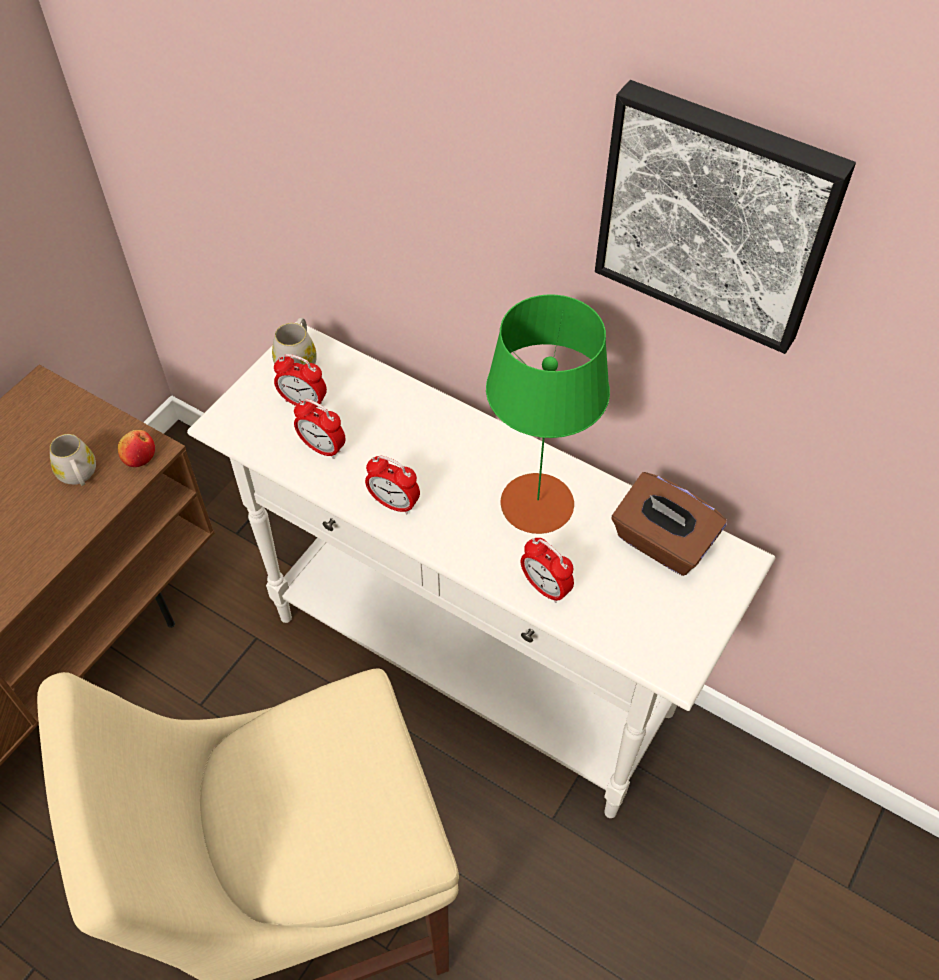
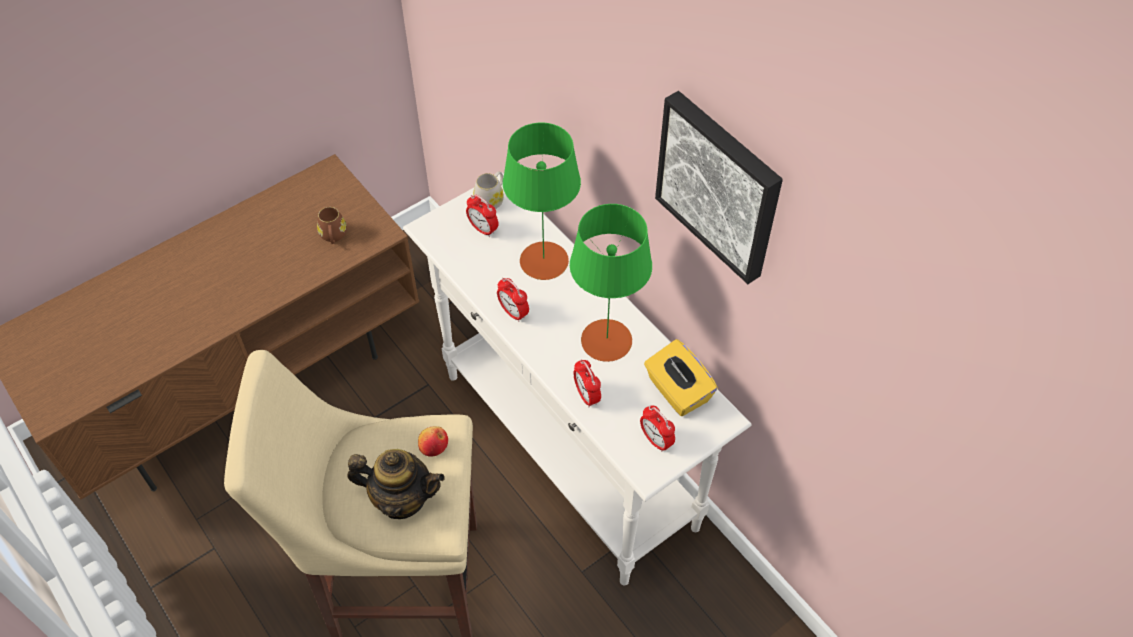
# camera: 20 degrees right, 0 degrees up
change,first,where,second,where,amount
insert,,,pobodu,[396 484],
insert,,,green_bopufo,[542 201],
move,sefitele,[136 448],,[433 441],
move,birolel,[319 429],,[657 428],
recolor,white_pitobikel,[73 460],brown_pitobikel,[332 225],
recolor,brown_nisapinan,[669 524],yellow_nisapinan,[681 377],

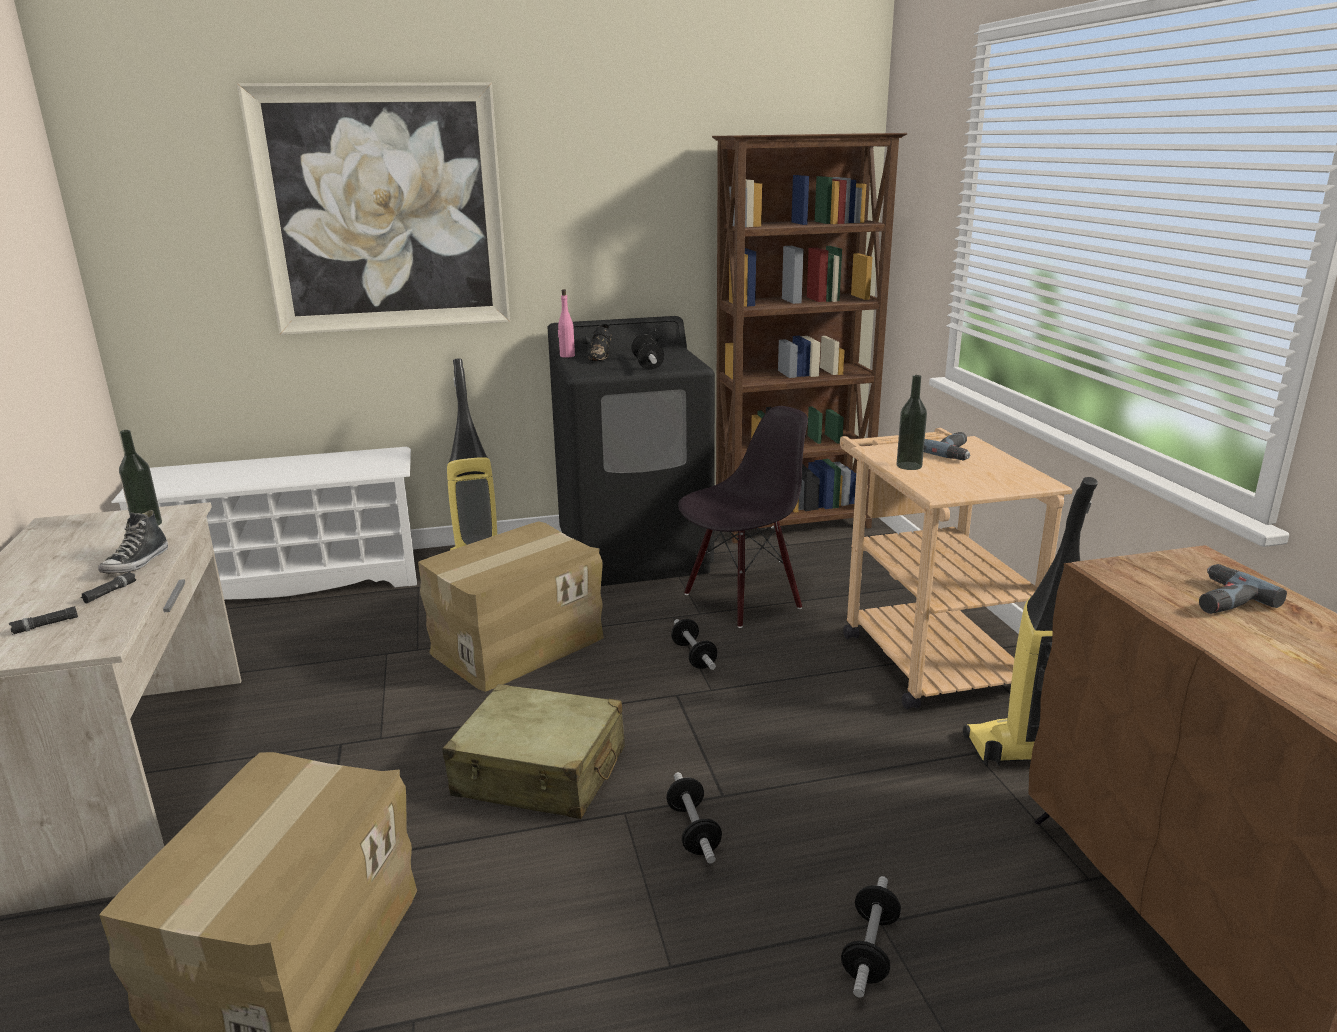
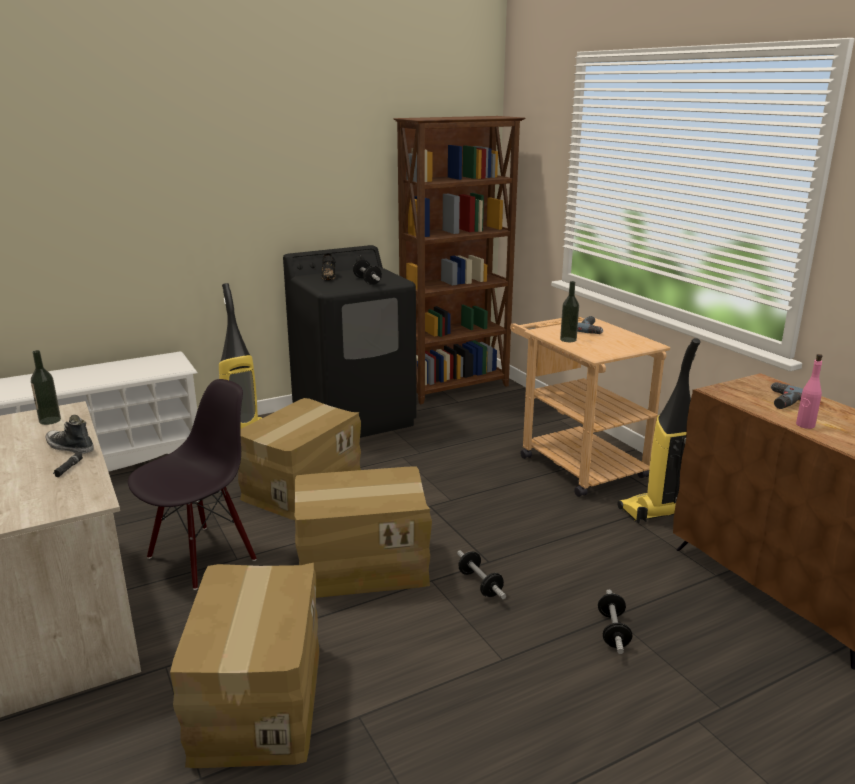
# camera: 15 degrees left, 0 degrees up
change,first,where,second,where,amount
delete,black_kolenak,[43 620],,,
delete,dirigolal,[373 208],,,
delete,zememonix,[694 644],,,
move,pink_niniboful,[566 323],,[809 391],
move,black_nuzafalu,[743 517],,[192 484],
replace,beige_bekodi,[534 751],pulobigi,[363 532],
rotate,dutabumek,[133 542],,[70 434],120 degrees clockwise

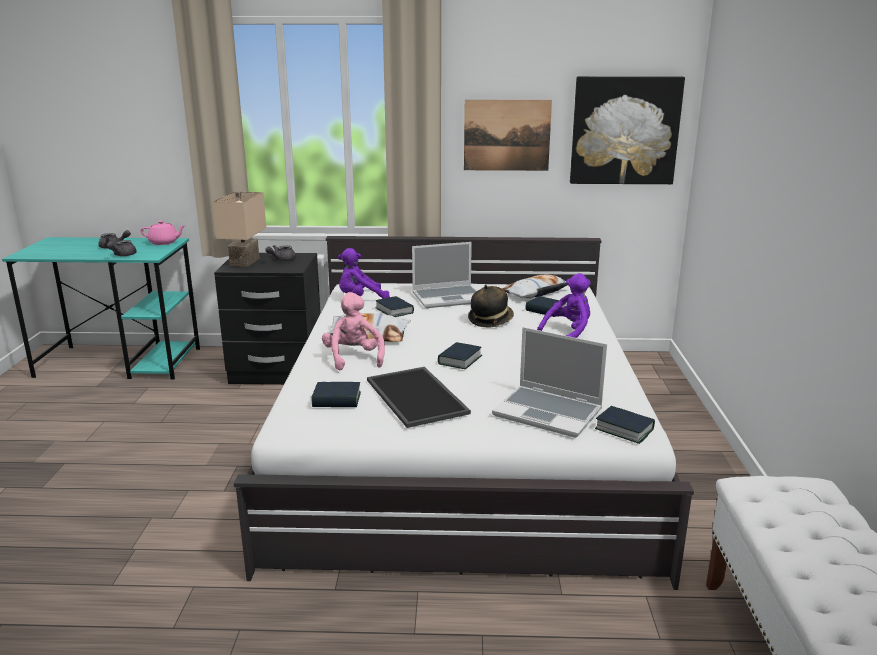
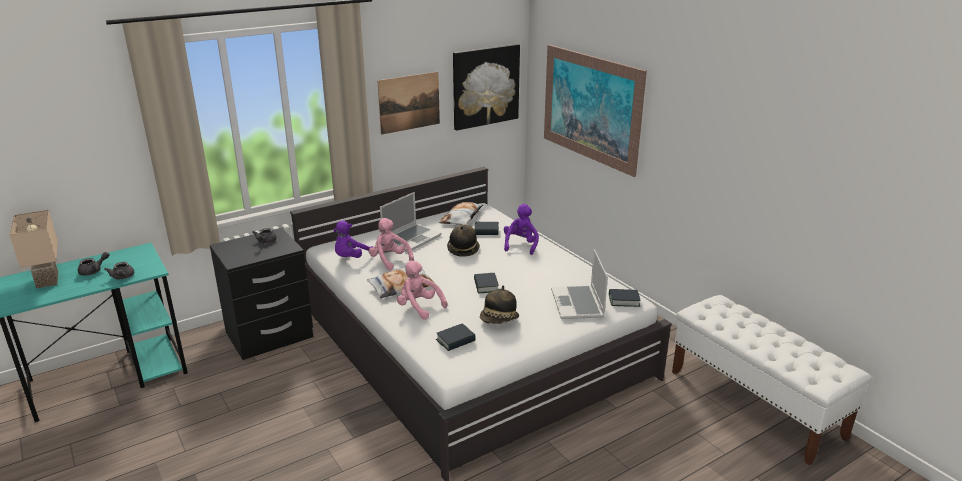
# camera: 35 degrees left, 5 degrees up
change,first,where,second,where,amount
delete,pink_pobodu,[162 233],,,
insert,,,dirigolal,[595 111],
move,beige_bopufo,[239 229],,[34 249],
replace,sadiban,[419 397],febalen,[499 304],
replace,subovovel,[395 306],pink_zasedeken,[391 244],
rotate,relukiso,[549 382],,[579 284],90 degrees clockwise

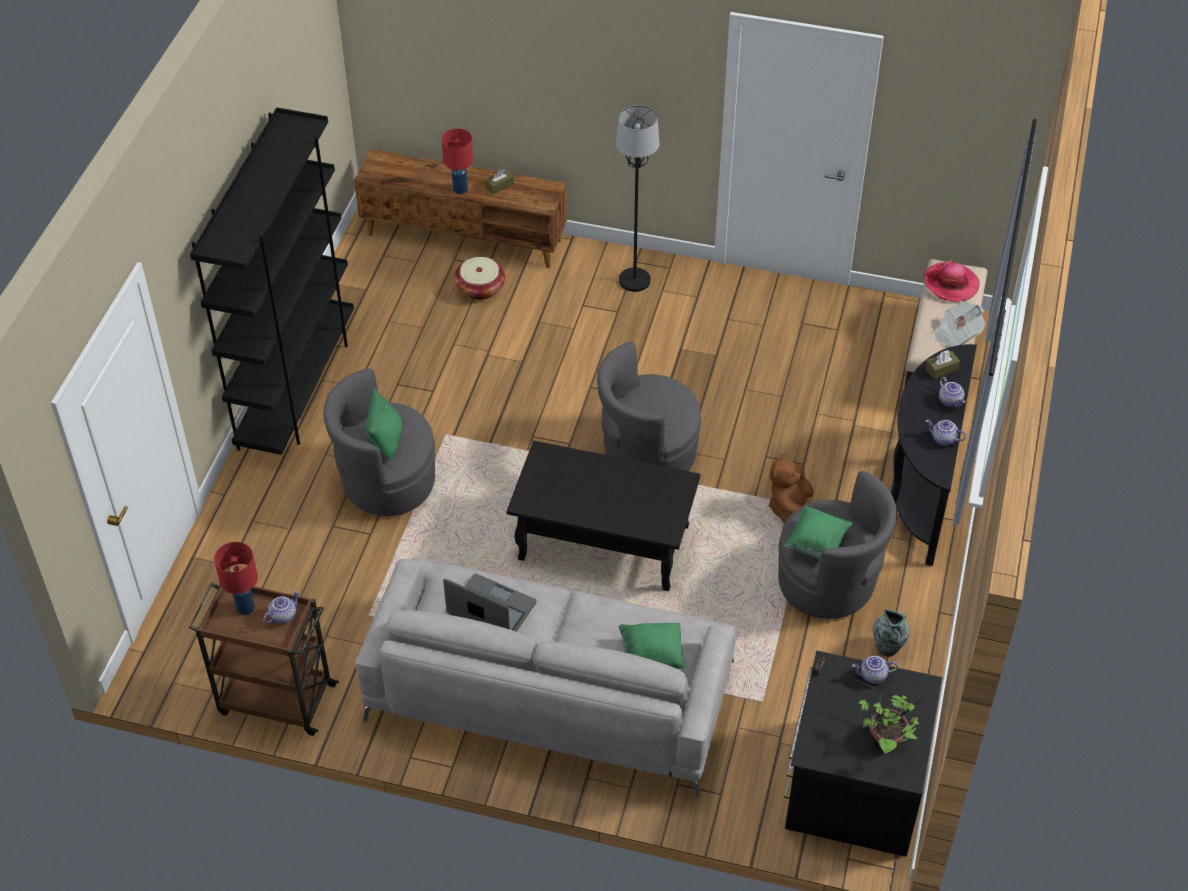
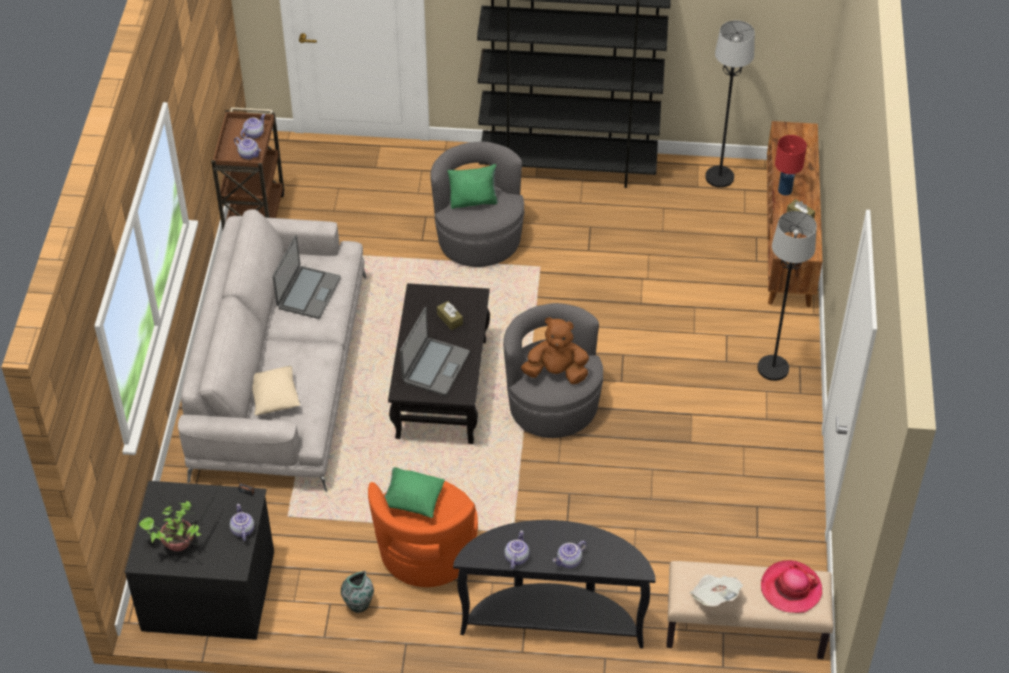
# camera: 80 degrees right, 0 degrees up
change,first,where,second,where,amount
delete,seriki,[479 278],,,
insert,,,relukiso,[435 351],
insert,,,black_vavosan,[730 104],
move,brown_zasedeken,[791 488],,[555 350],
move,brown_nisapinan,[942 364],,[450 315],
replace,red_bopufo,[236 578],pobodu,[252 126],
recolor,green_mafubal,[652 645],beige_mafubal,[276 390],
recolor,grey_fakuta,[837 545],orange_fakuta,[423 534],

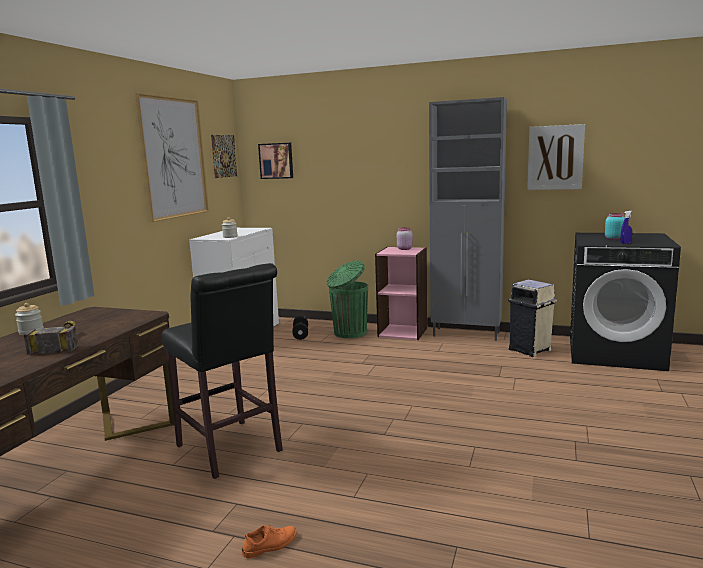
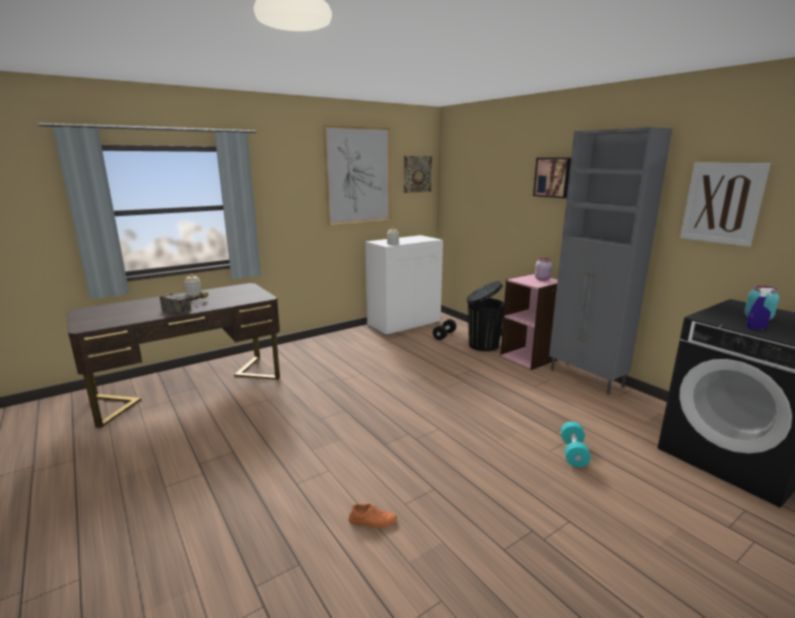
# camera: 35 degrees right, 5 degrees up
change,first,where,second,where,amount
delete,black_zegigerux,[222 371],,,
delete,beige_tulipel,[532 318],,,
insert,,,turquoise_zememonix,[576 444],
move,orange_dutabumek,[269 541],,[373 516],
move,dirigolal,[275 161],,[552 178],
recolor,green_tulipel,[347 299],black_tulipel,[485 316],

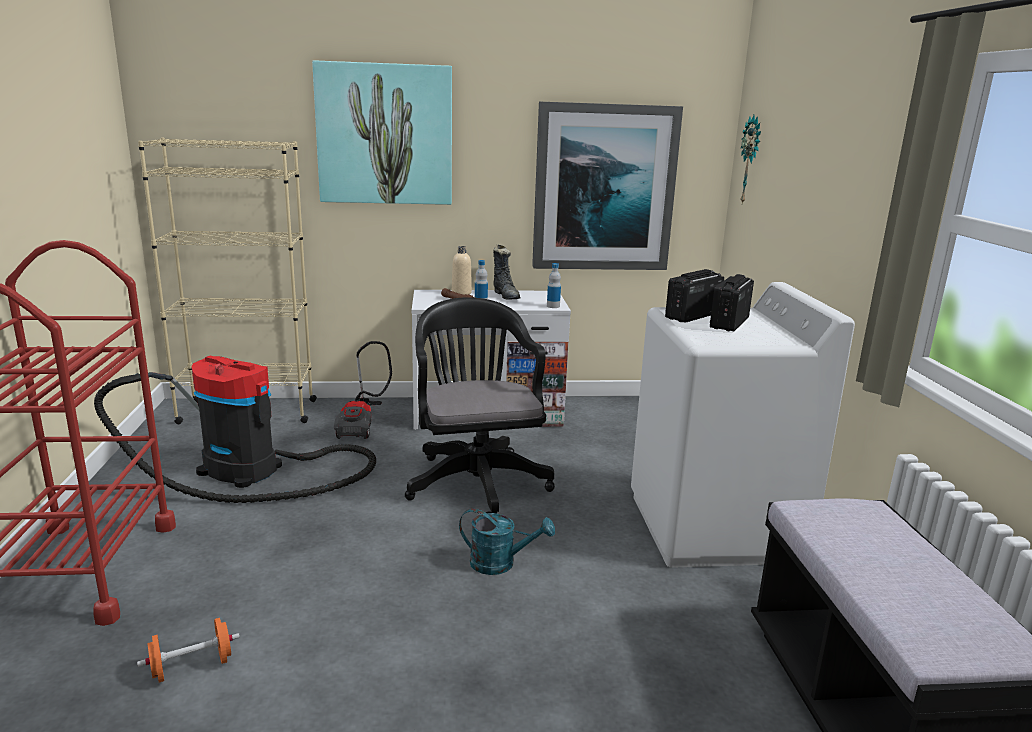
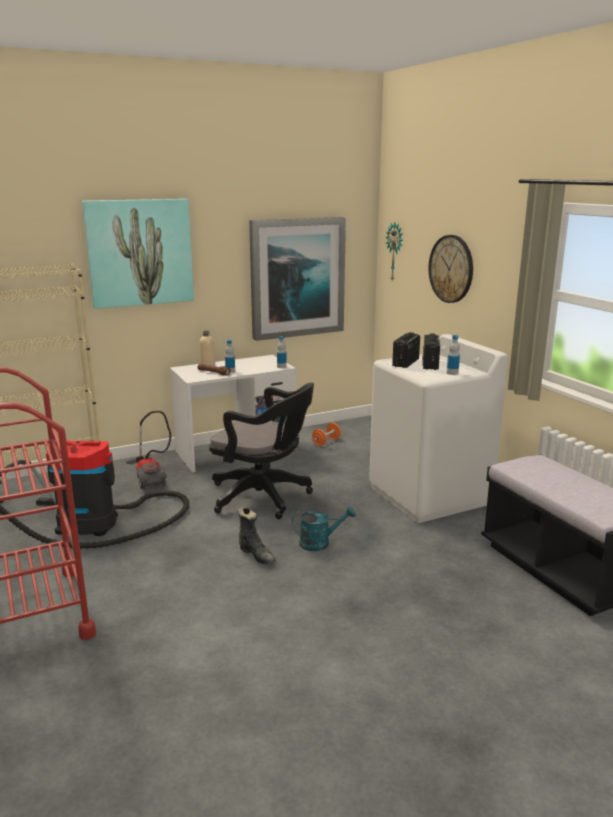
# camera: 20 degrees left, 0 degrees up
change,first,where,second,where,amount
insert,,,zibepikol,[450 269],
insert,,,niniboful,[453 355],
move,orange_zememonix,[188 650],,[326 434],
move,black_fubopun,[507 271],,[256 535],
rotate,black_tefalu,[480 405],,[261 451],150 degrees clockwise

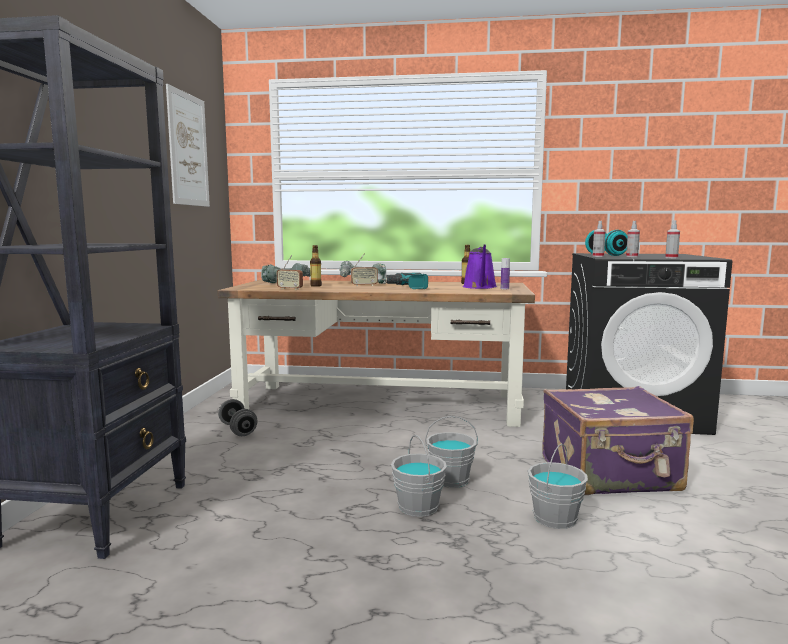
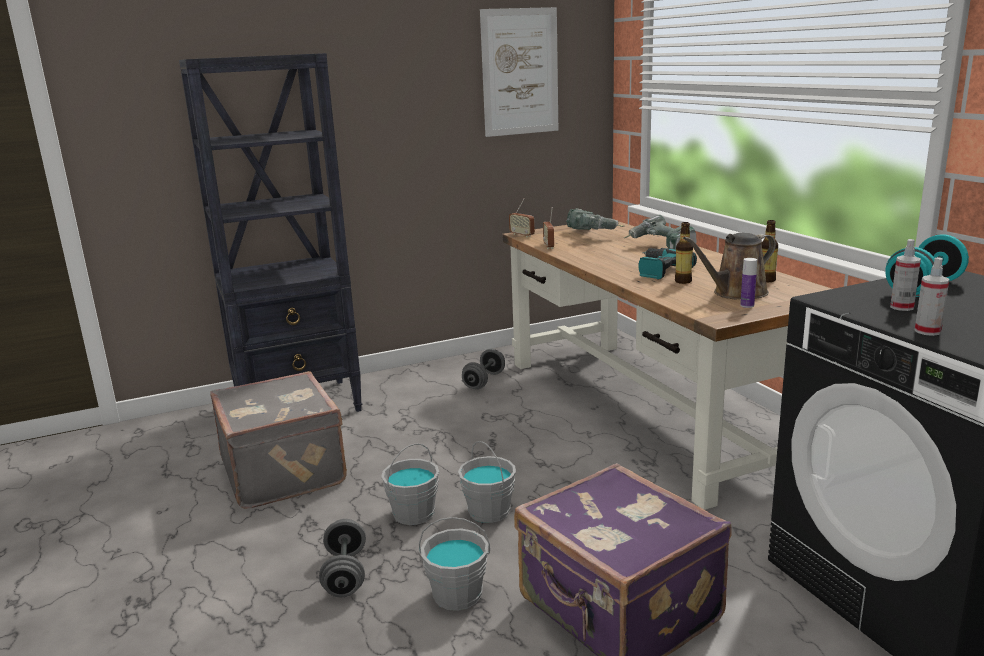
# camera: 60 degrees right, 10 degrees up
change,first,where,second,where,amount
delete,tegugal,[599 239],,,
insert,,,grey_bekodi,[278 440],
insert,,,grey_zememonix,[342 558],
move,niniboful,[316 266],,[684 253],
move,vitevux,[364 270],,[522 218],
recolor,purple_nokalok,[480 266],brown_nokalok,[729 266],

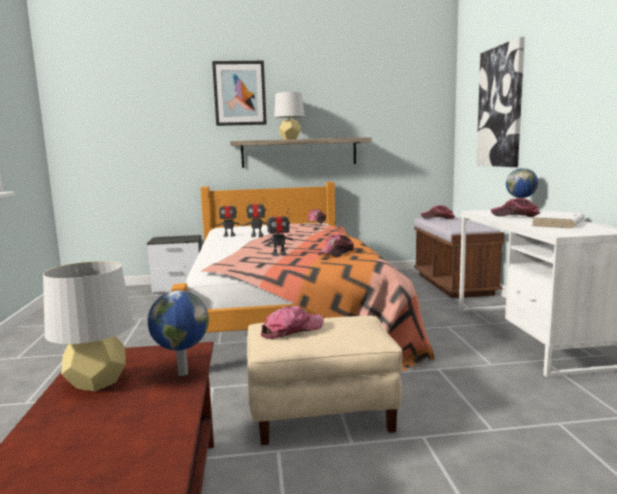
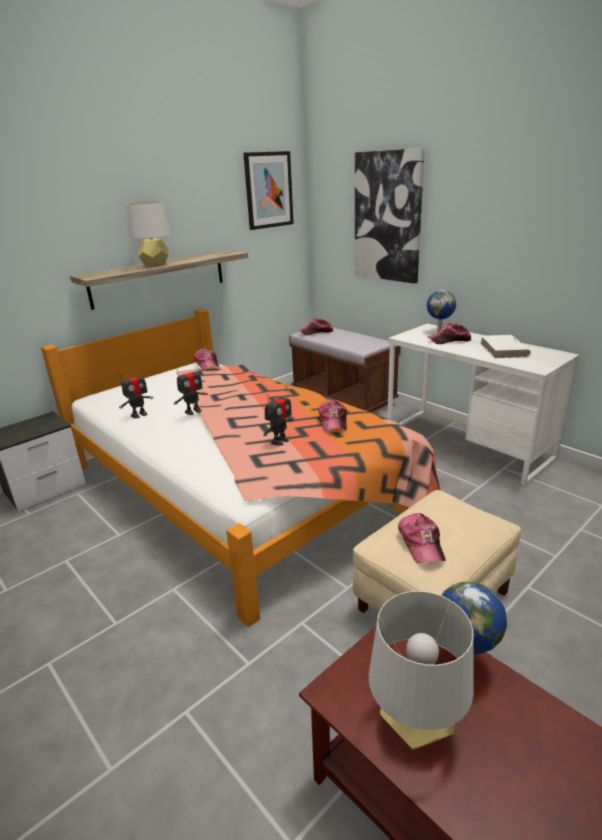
# camera: 35 degrees left, 15 degrees up
change,first,where,second,where,amount
move,dirigolal,[239 93],,[268 190],
rotate,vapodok,[292 322],,[422 538],150 degrees clockwise

